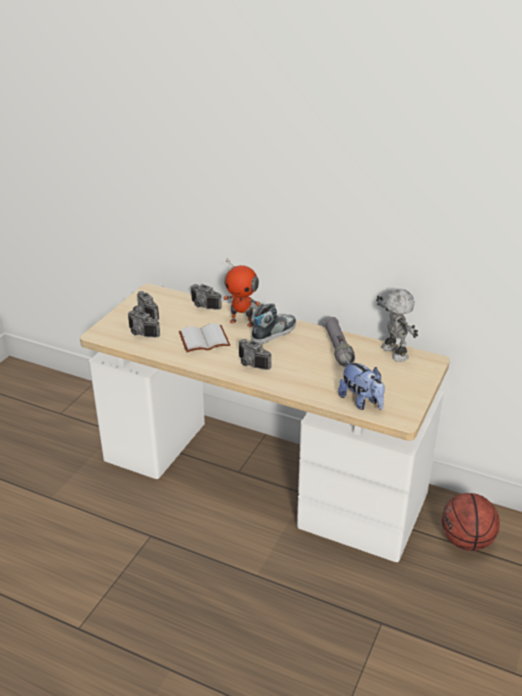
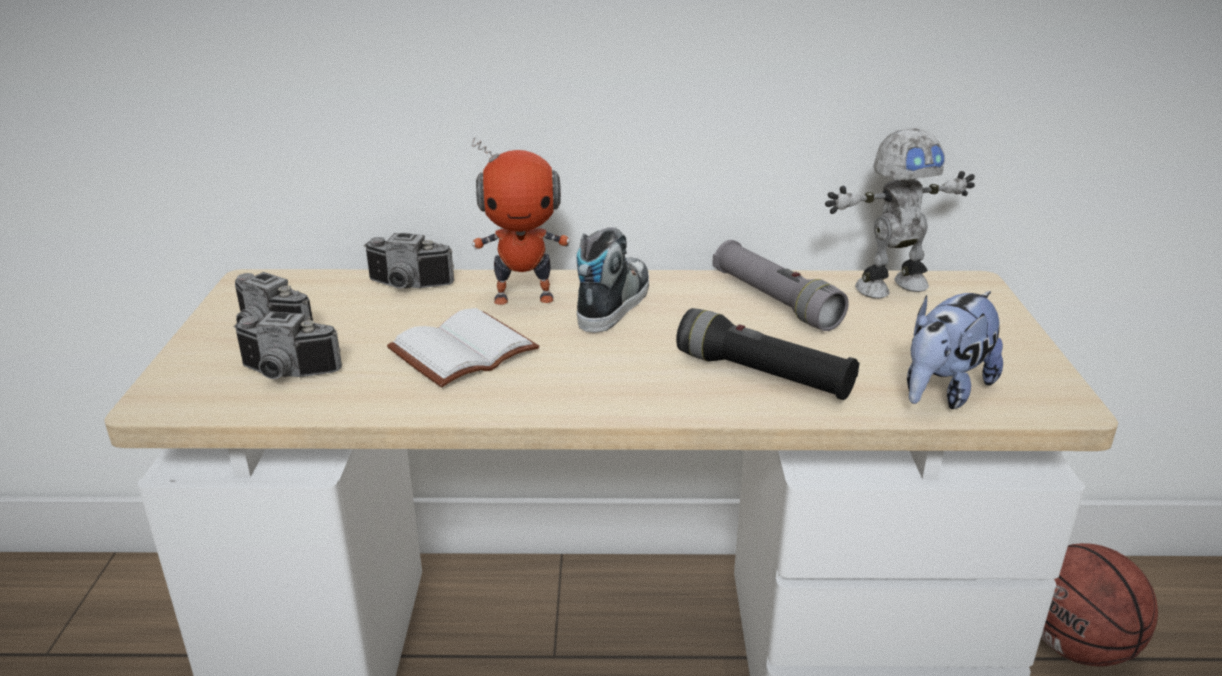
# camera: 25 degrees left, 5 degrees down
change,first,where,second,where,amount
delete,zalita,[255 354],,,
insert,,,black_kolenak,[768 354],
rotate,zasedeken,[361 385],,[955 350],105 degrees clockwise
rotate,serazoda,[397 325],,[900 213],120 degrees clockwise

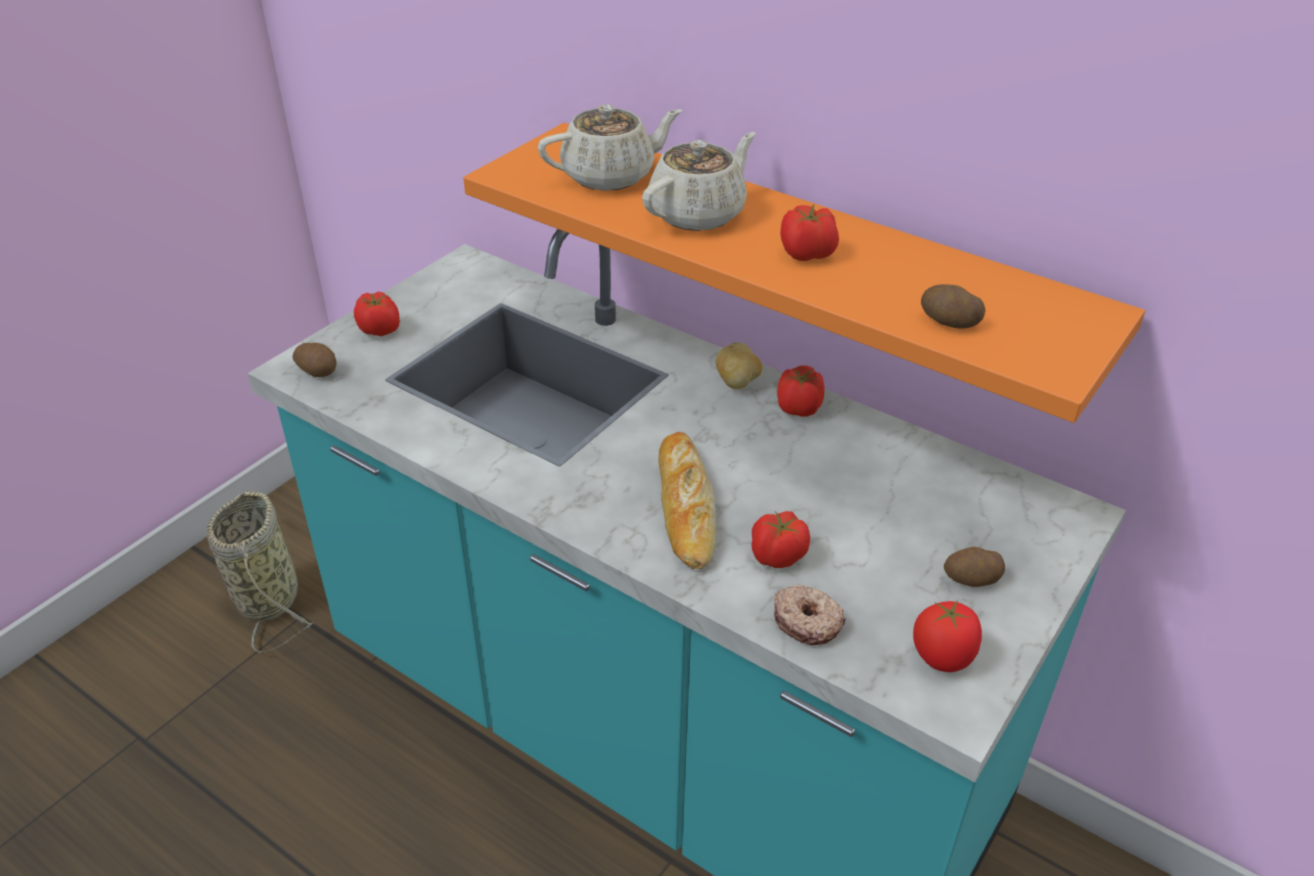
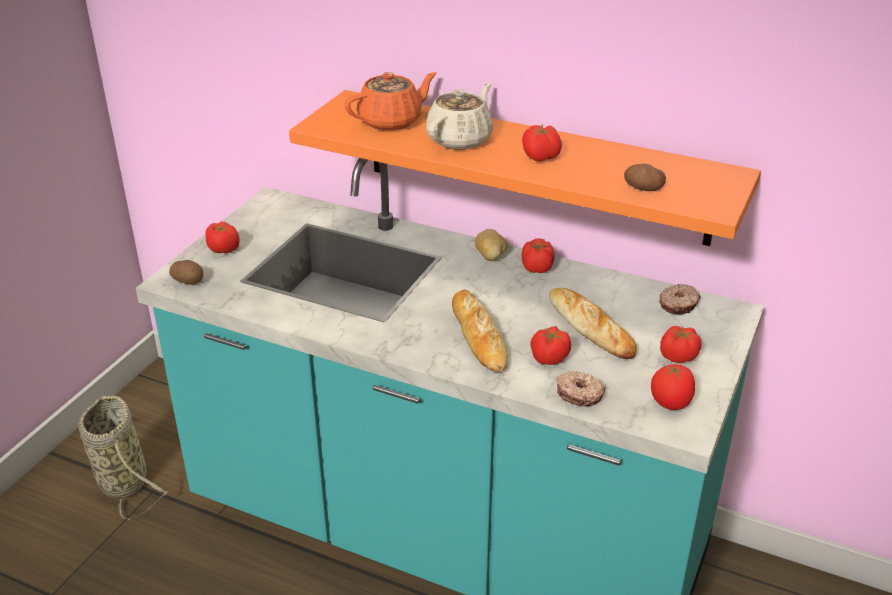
# camera: 10 degrees left, 5 degrees down
change,first,where,second,where,amount
insert,,,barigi,[593 323],
insert,,,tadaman,[680 299],
replace,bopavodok,[974 567],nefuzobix,[681 344],
recolor,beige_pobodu,[610 147],orange_pobodu,[390 101],

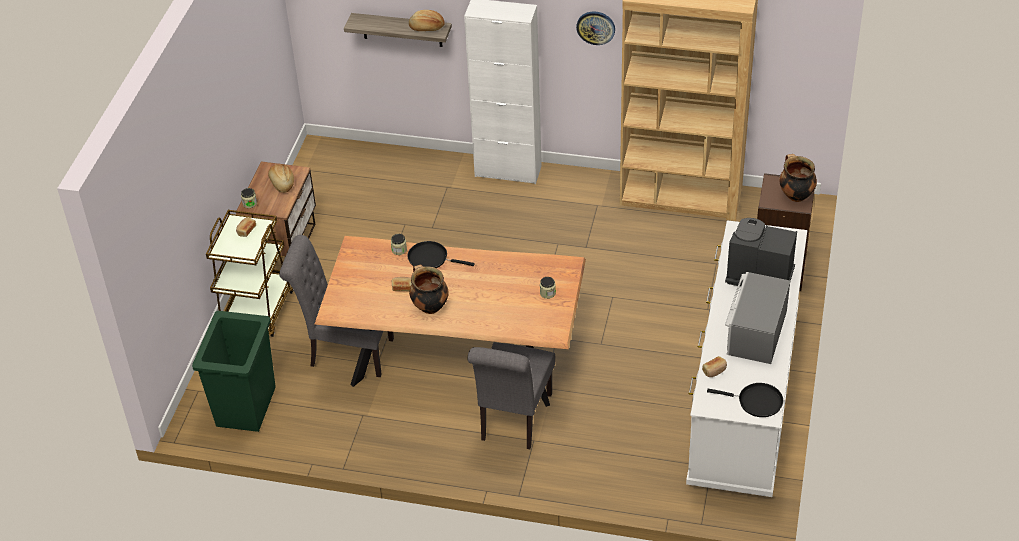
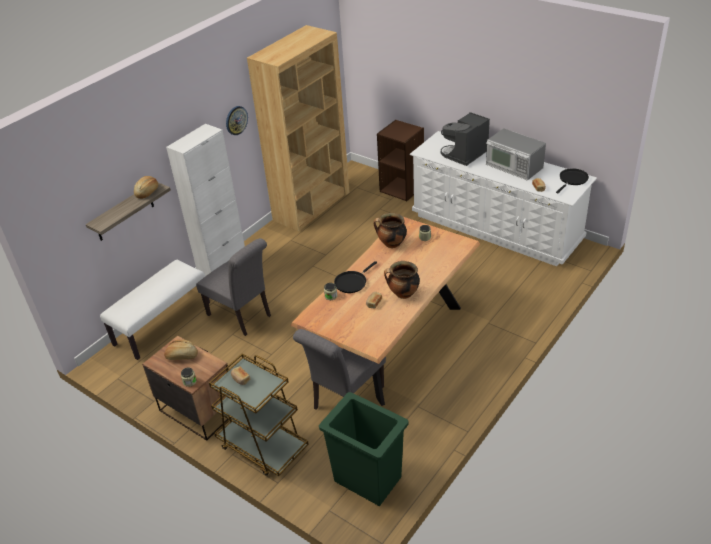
# camera: 65 degrees left, 5 degrees down
change,first,where,second,where,amount
insert,,,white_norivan,[155 310],
move,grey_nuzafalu,[511 395],,[233 287],
move,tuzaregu,[798 178],,[390 230],

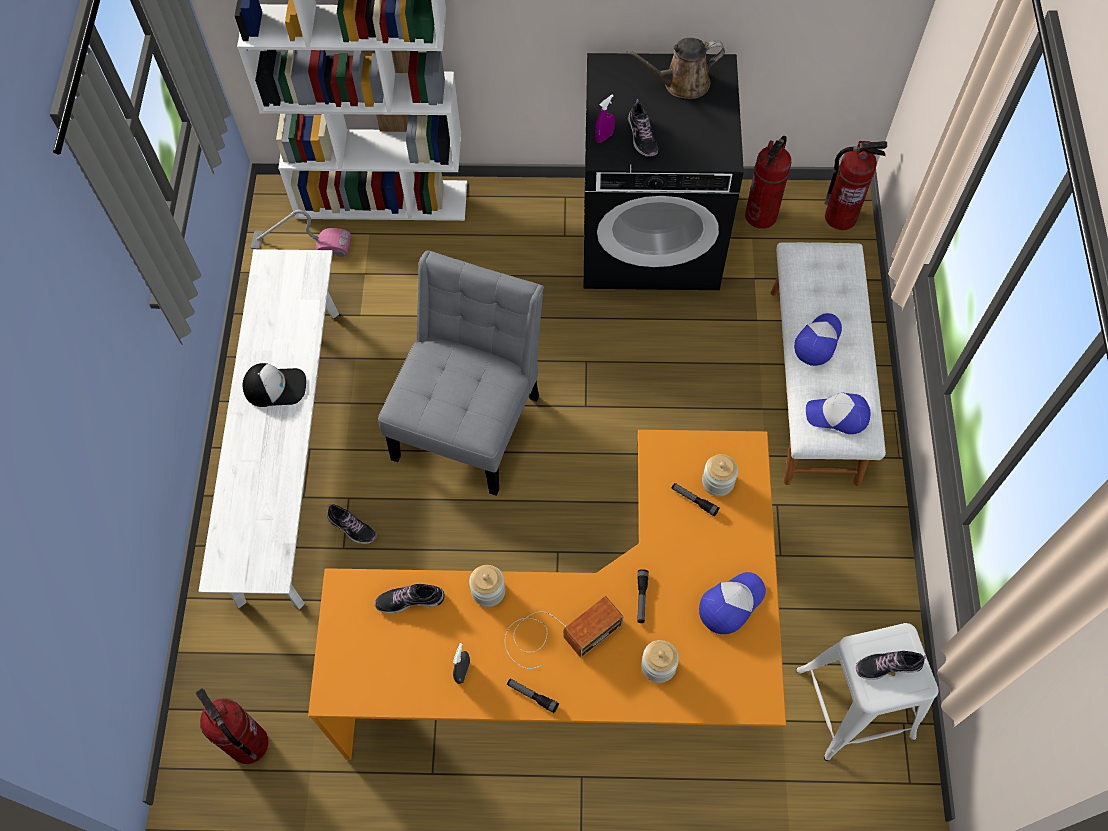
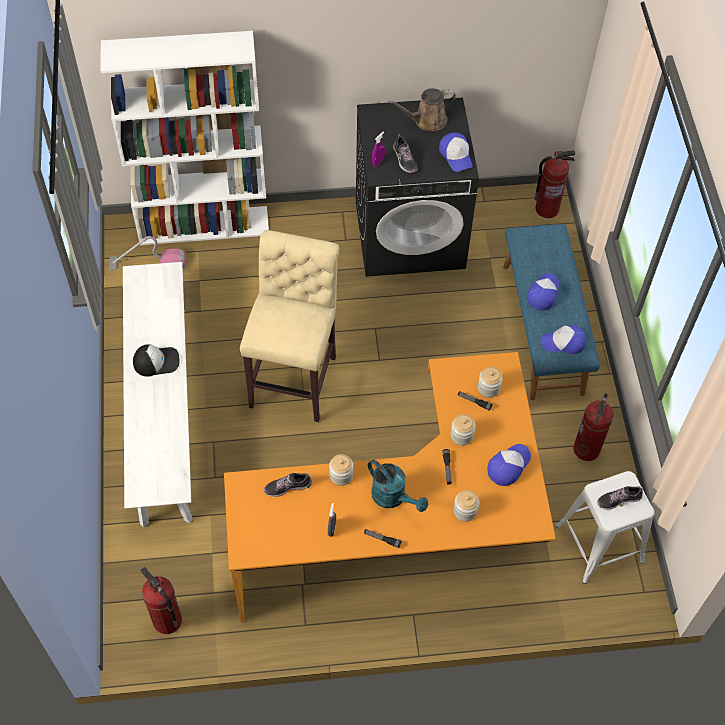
# camera: 10 degrees left, 5 degrees down
change,first,where,second,where,amount
delete,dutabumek,[352 524],,,
insert,,,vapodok,[456 152],
insert,,,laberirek,[463 429],
move,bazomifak,[768 182],,[593 427],
replace,grey_nuzafalu,[461 373],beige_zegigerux,[289 326],
replace,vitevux,[564 632],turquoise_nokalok,[398 485],
recolor,white_norivan,[828 364],blue_norivan,[551 312],

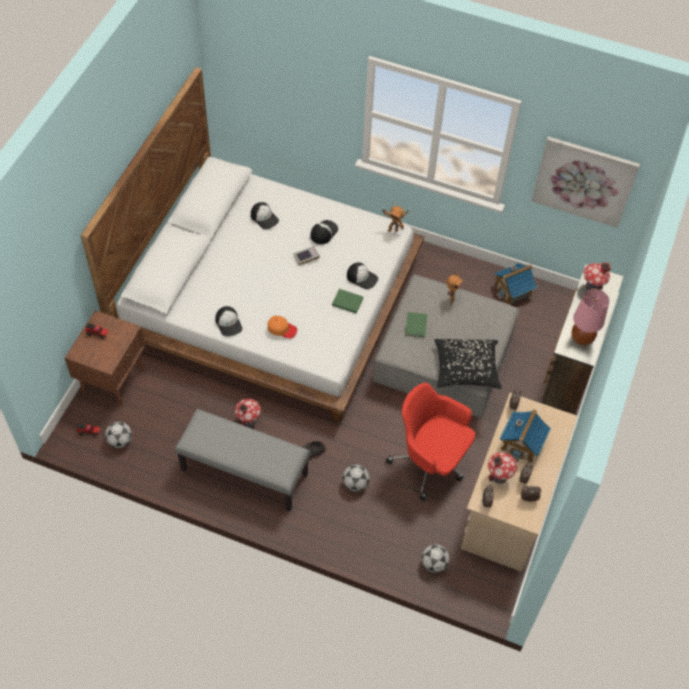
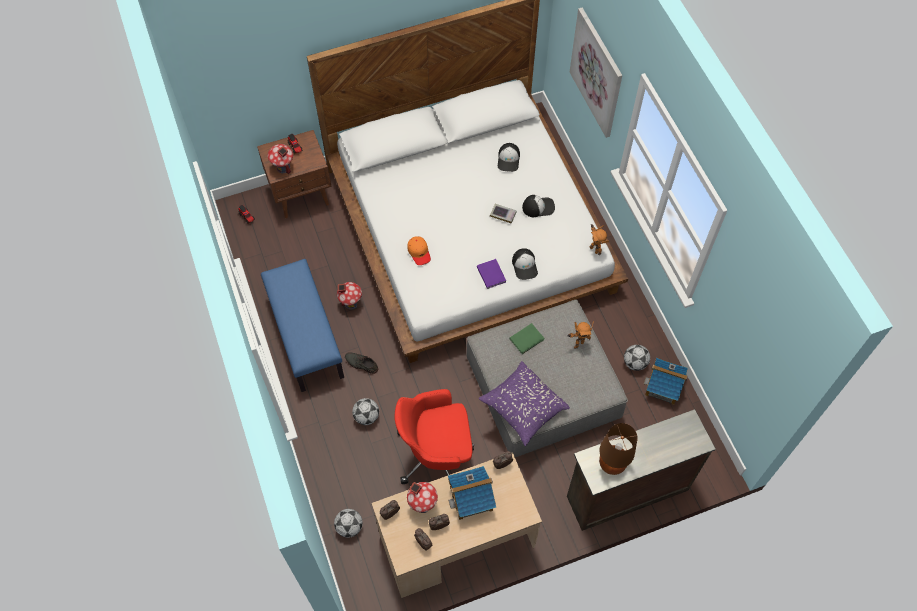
# camera: 50 degrees right, 5 degrees up
change,first,where,second,where,amount
delete,vapodok,[228 321],,,
move,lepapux,[118 435],,[637 358],
move,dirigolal,[586 182],,[596 72],
move,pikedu,[597 277],,[280 159],
recolor,grey_norivan,[242 460],blue_norivan,[302 325],
recolor,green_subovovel,[347 301],purple_subovovel,[491 274],
recolor,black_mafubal,[468 364],purple_mafubal,[524 403],
recolor,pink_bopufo,[590 317],brown_bopufo,[618 449],
rotate,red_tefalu,[431 442],,[434 436],90 degrees counterclockwise

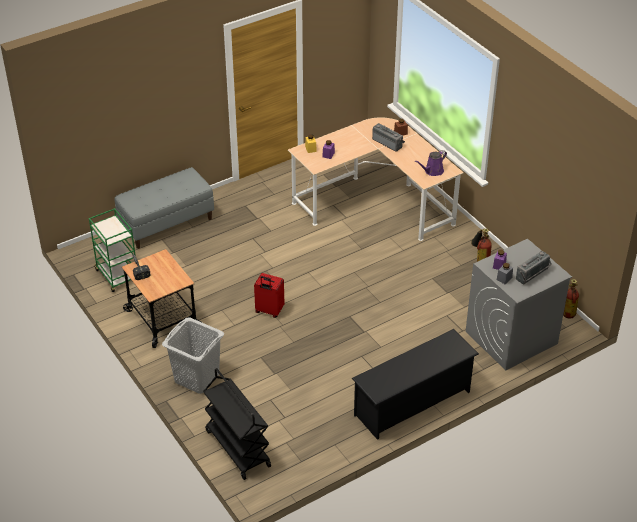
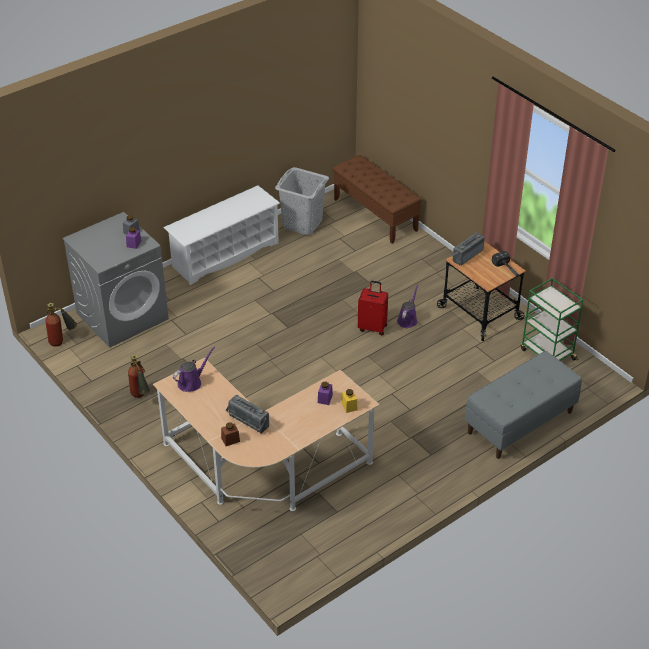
# camera: 175 degrees right, 0 degrees up
change,first,where,second,where,amount
insert,,,purple_nokalok,[407 306],
move,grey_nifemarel,[193 355],,[302 201],
move,vitevux,[534 267],,[467 249],
replace,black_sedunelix,[237 424],brown_norivan,[377 199],
recolor,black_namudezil,[415 384],white_namudezil,[221 235],

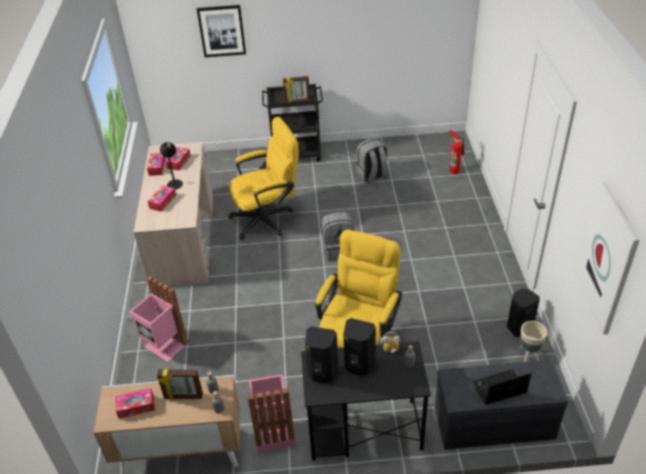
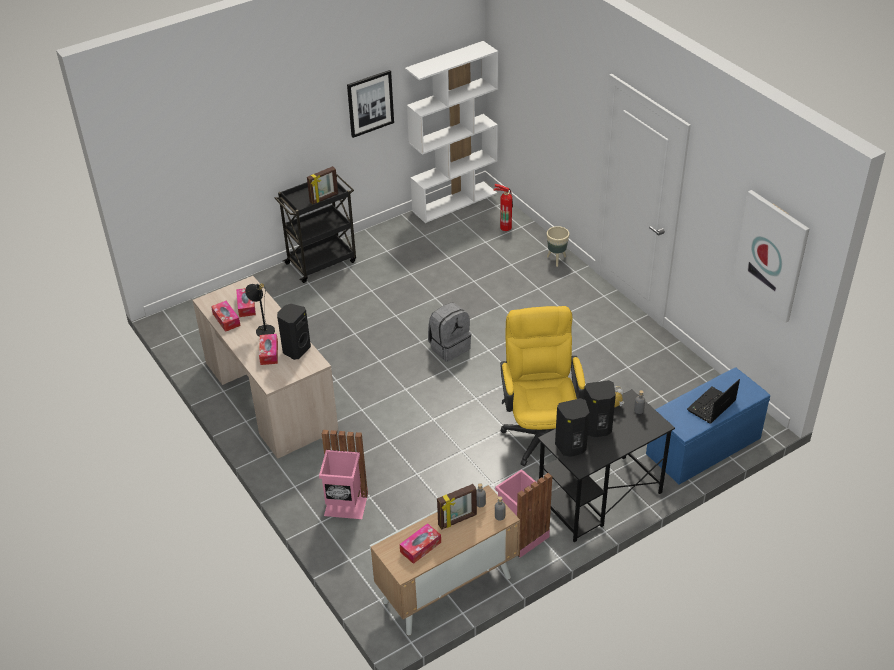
# camera: 30 degrees left, 0 degrees up
change,first,where,second,where,amount
delete,yellow_tefalu,[263 178],,,
delete,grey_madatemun,[372 160],,,
insert,,,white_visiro,[451 132],
move,dirigolal,[221 31],,[370 104],
move,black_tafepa,[523 313],,[294 332],
move,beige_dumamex,[533 341],,[558 246],
recolor,grey_norivan,[501 405],blue_norivan,[708 426],

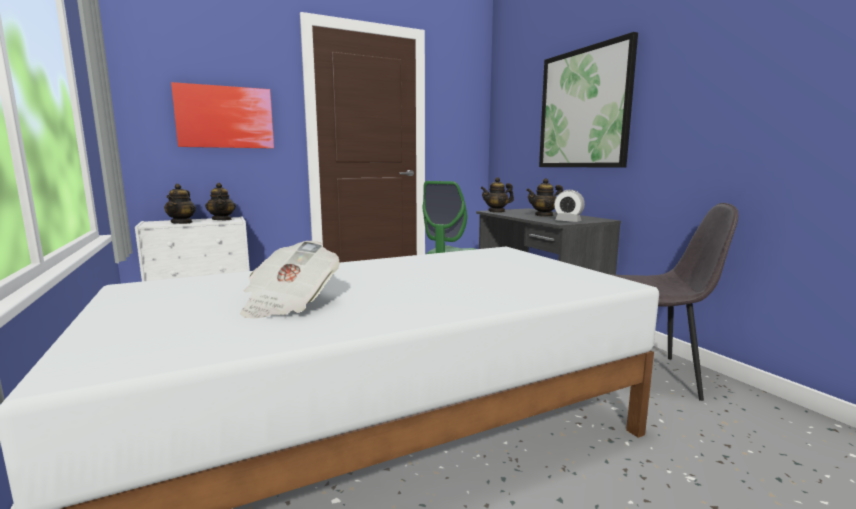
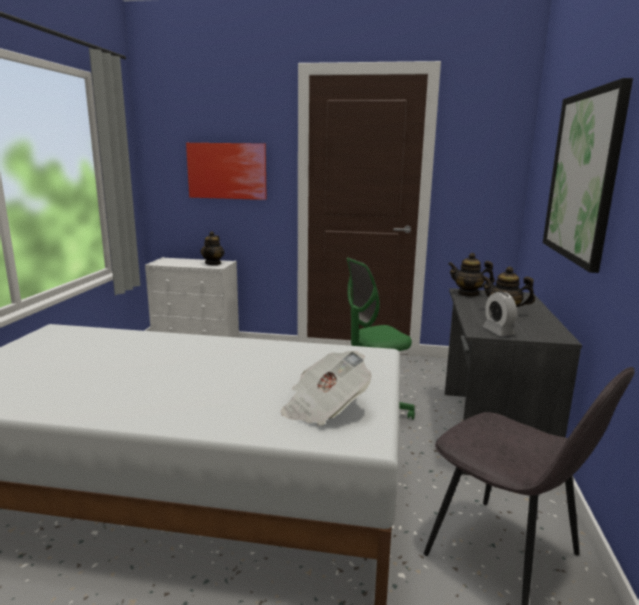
# camera: 35 degrees right, 5 degrees up
change,first,where,second,where,amount
delete,pobodu,[180 204],,,
move,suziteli,[290 279],,[326 388],

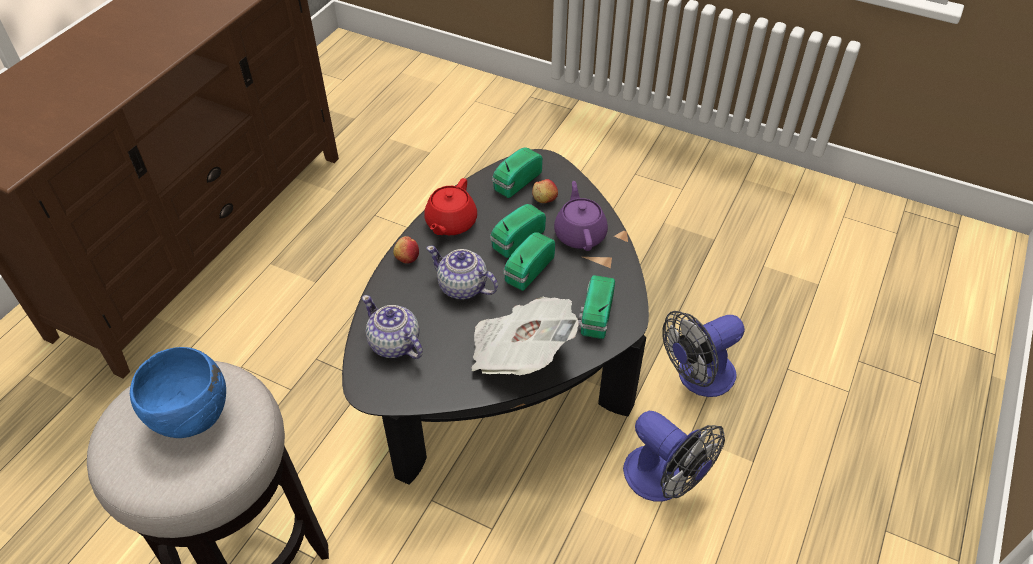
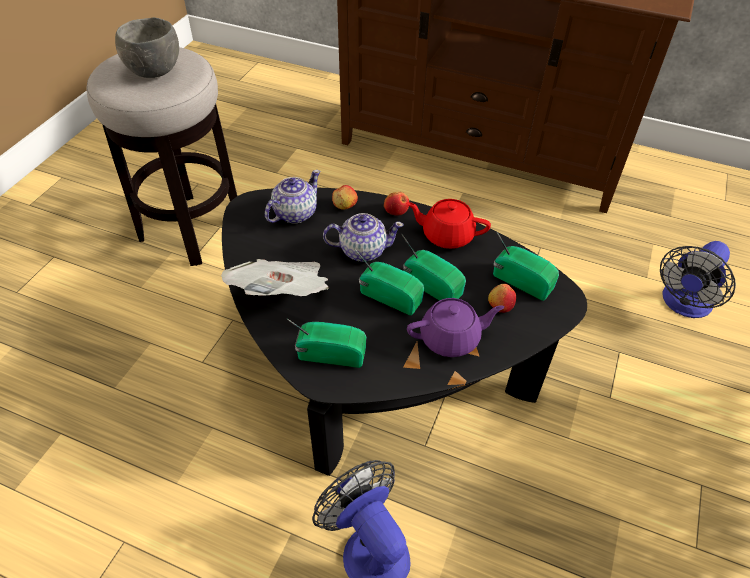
# camera: 85 degrees right, 0 degrees up
change,first,where,second,where,amount
insert,,,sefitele,[345 197],
move,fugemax,[674 456],,[698 279],
recolor,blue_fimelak,[178 392],grey_fimelak,[147 47],
rotate,pobodu,[462 273],,[363 237],60 degrees clockwise

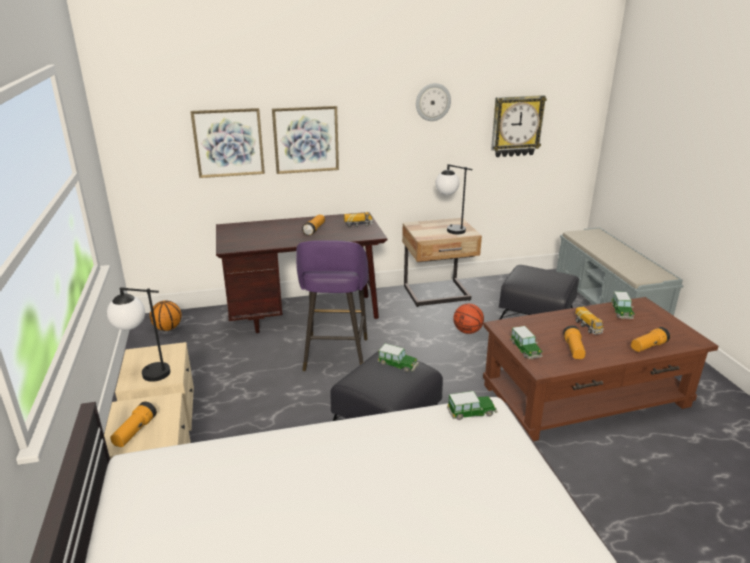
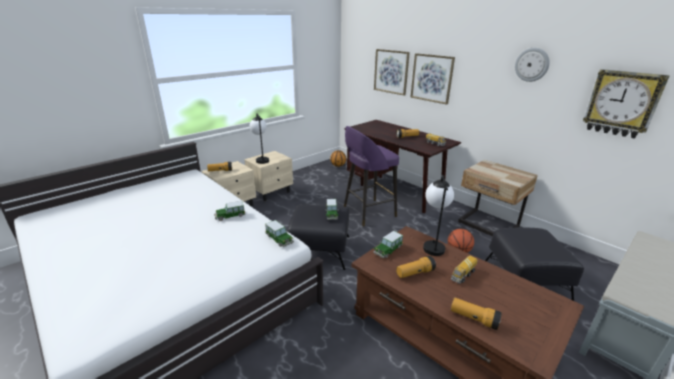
# camera: 60 degrees right, 0 degrees up
change,first,where,second,where,amount
move,bopufo,[454 199],,[438 215],
move,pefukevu,[623 305],,[230 211],

